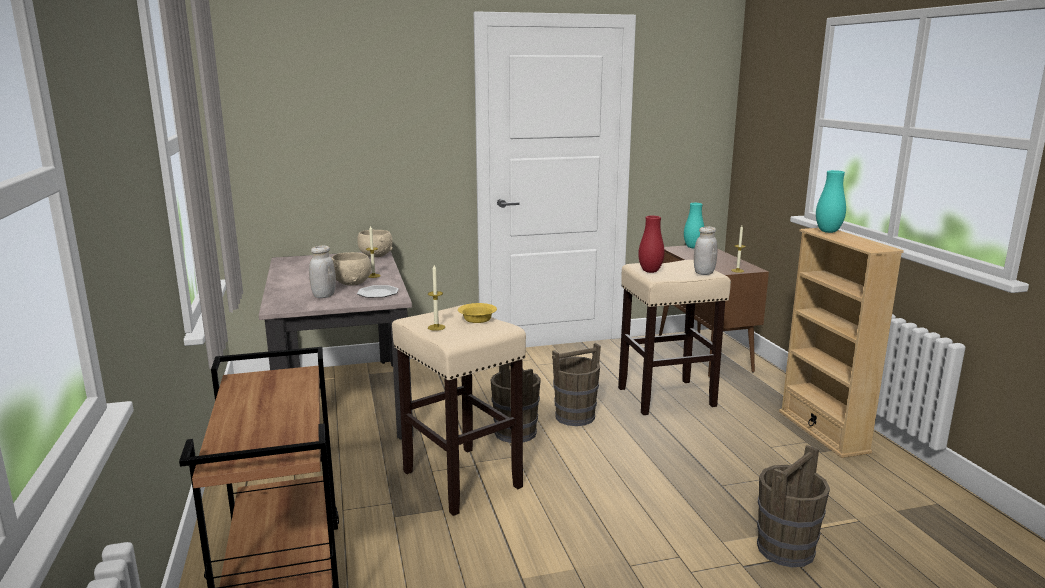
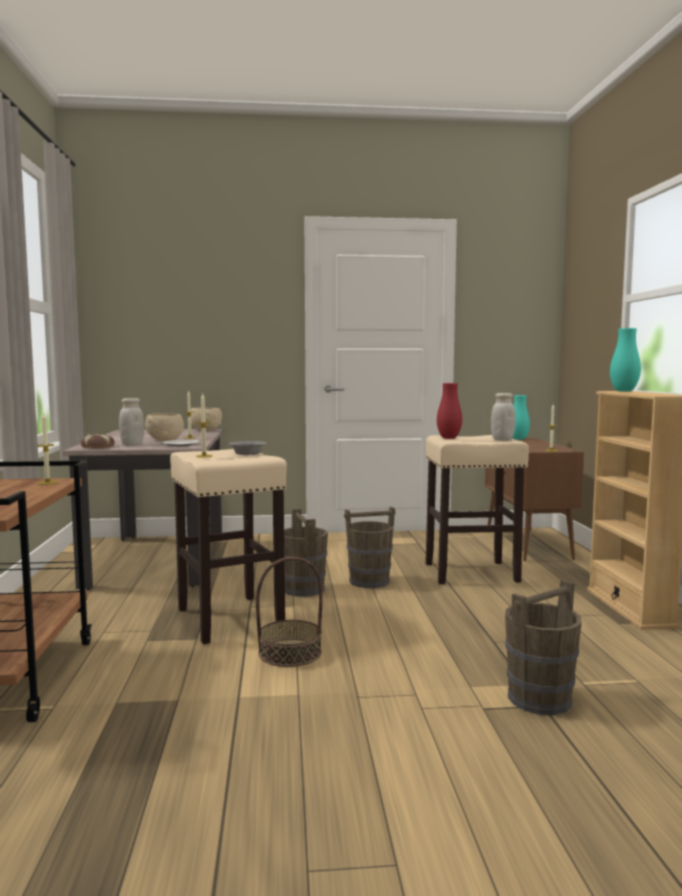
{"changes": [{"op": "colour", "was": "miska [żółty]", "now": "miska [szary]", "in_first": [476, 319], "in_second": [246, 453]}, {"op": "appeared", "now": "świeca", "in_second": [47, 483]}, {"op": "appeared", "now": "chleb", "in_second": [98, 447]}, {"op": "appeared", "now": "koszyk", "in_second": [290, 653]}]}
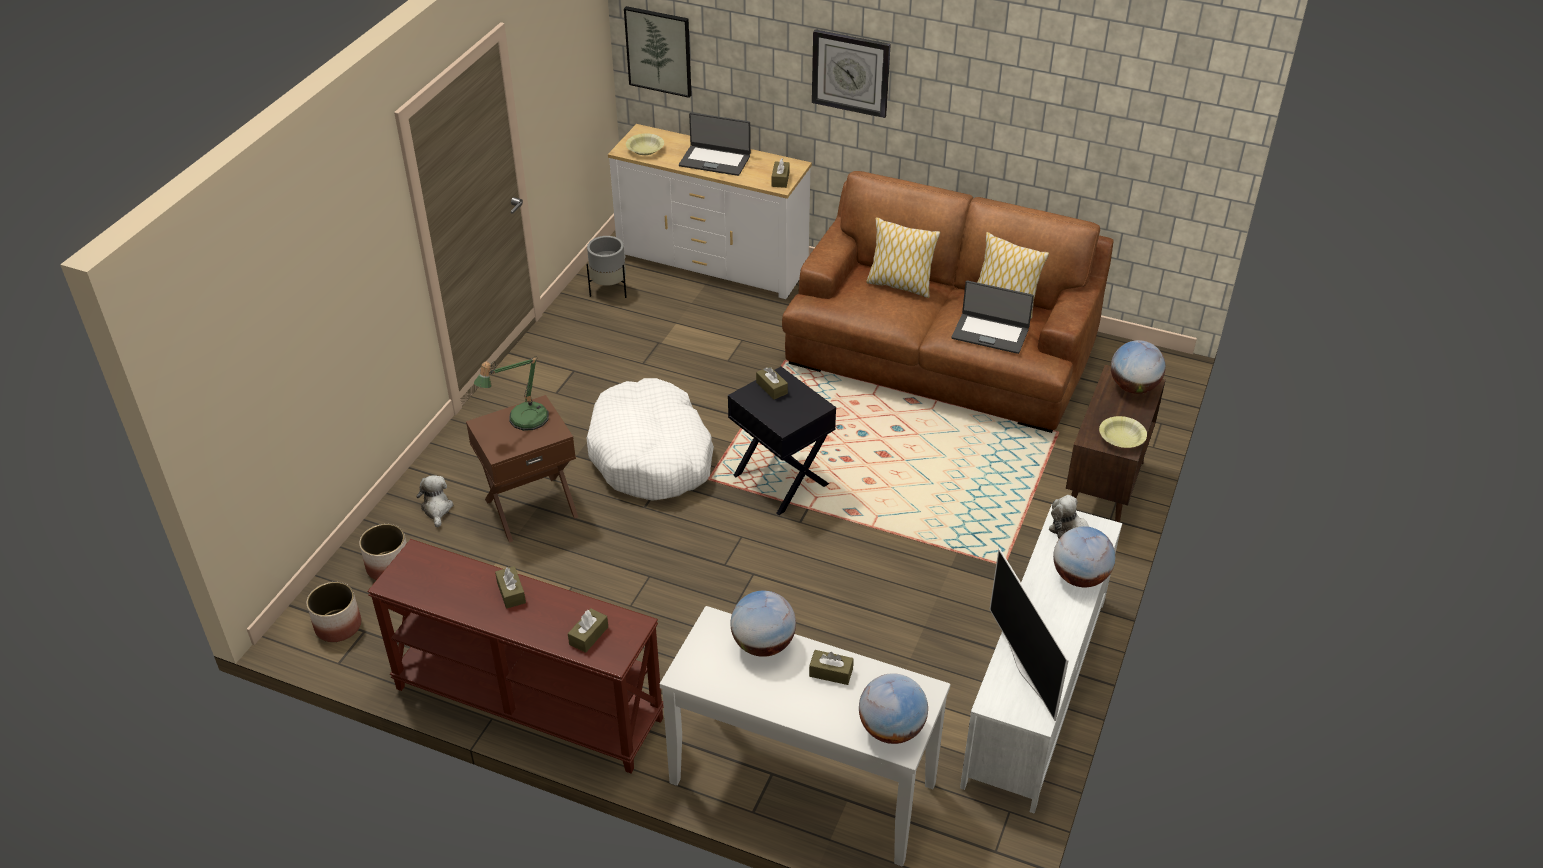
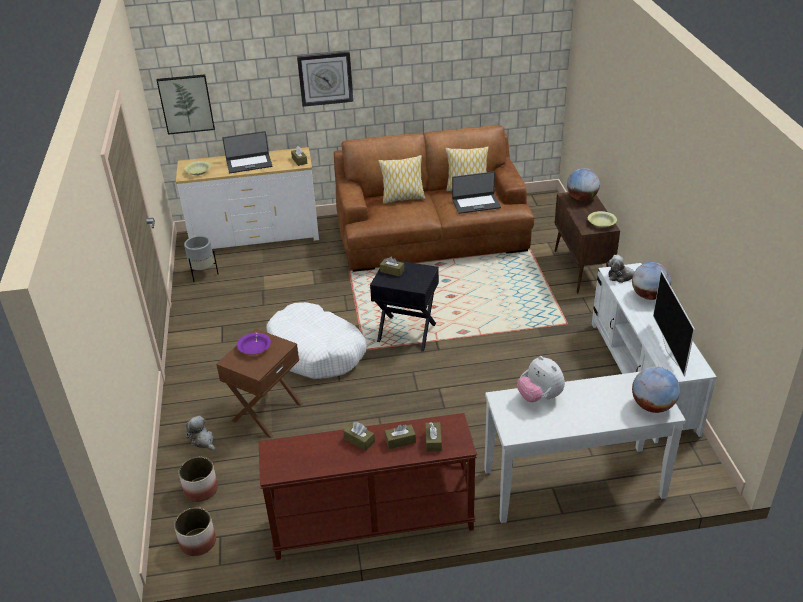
{"changes": [{"op": "exchanged", "was": "lampa stołowa", "now": "miska [fioletowy]", "in_first": [522, 420], "in_second": [254, 348]}, {"op": "spun", "was": "telewizor", "in_first": [1026, 669], "in_second": [671, 350], "clockwise": 45}, {"op": "exchanged", "was": "globus", "now": "pluszak", "in_first": [763, 644], "in_second": [539, 397]}, {"op": "relocated", "was": "pudełko chusteczek [brązowy]", "in_first": [831, 672], "in_second": [400, 441]}]}
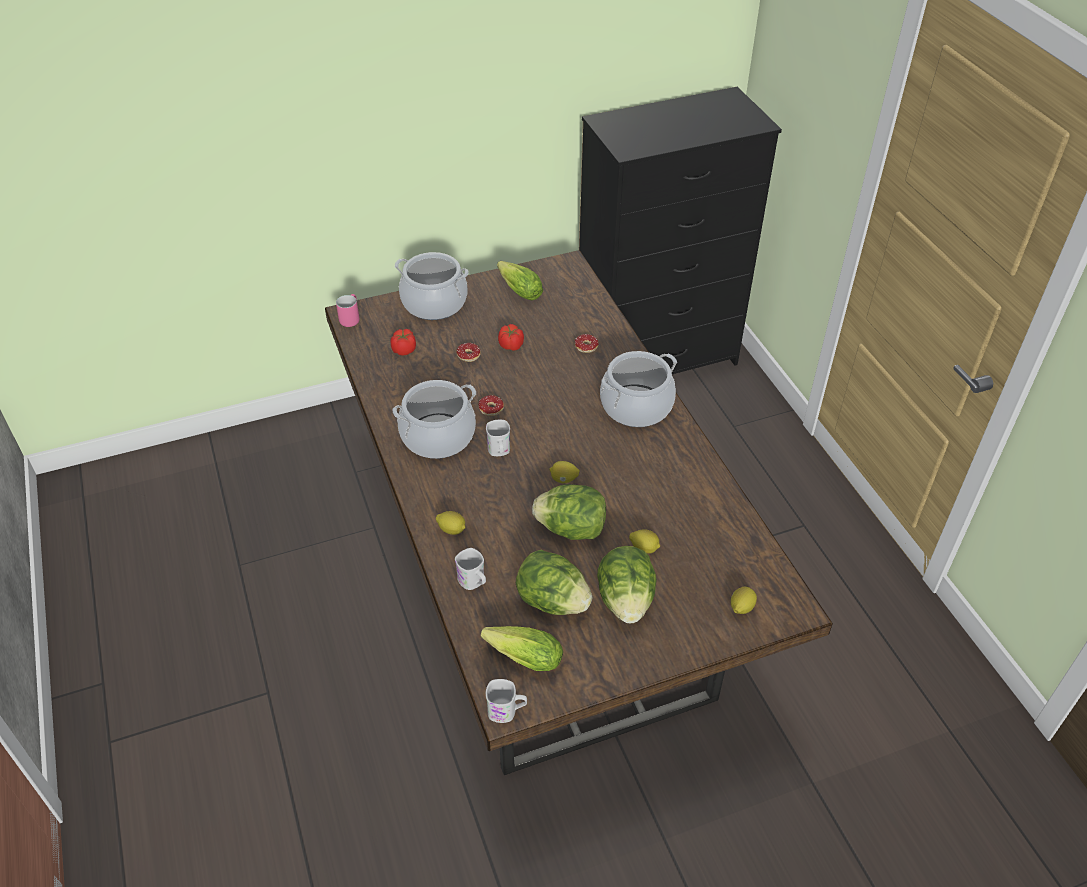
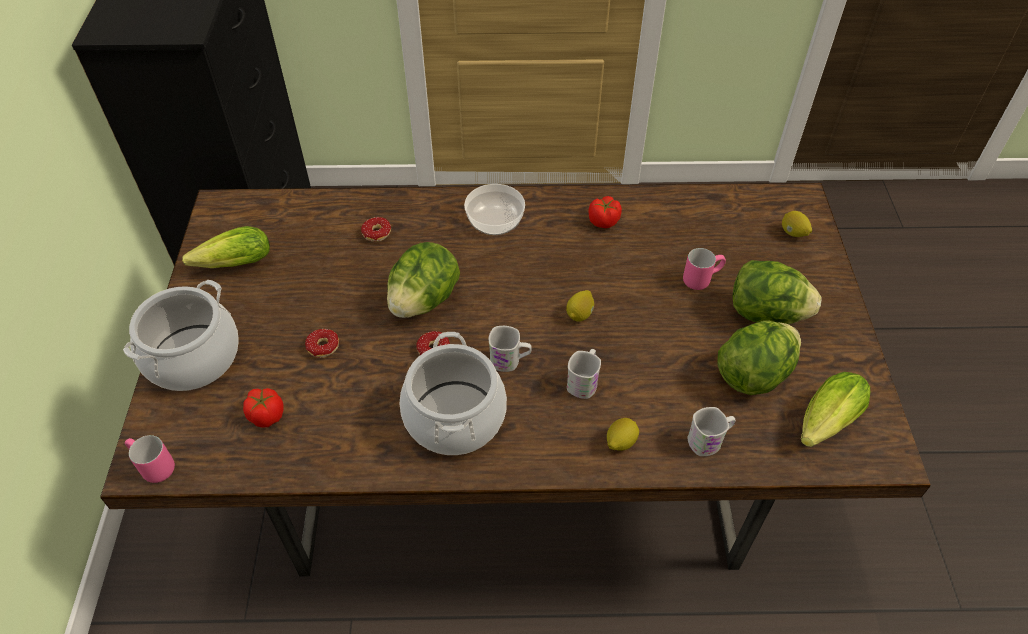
{"changes": [{"op": "relocated", "was": "pomidor", "in_first": [511, 345], "in_second": [604, 221]}, {"op": "exchanged", "was": "garnek", "now": "miska", "in_first": [636, 406], "in_second": [496, 221]}, {"op": "relocated", "was": "sałata", "in_first": [571, 529], "in_second": [424, 300]}, {"op": "exchanged", "was": "cytryna", "now": "kubek [różowy]", "in_first": [644, 548], "in_second": [700, 278]}, {"op": "relocated", "was": "kubek [biały]", "in_first": [507, 711], "in_second": [584, 382]}]}
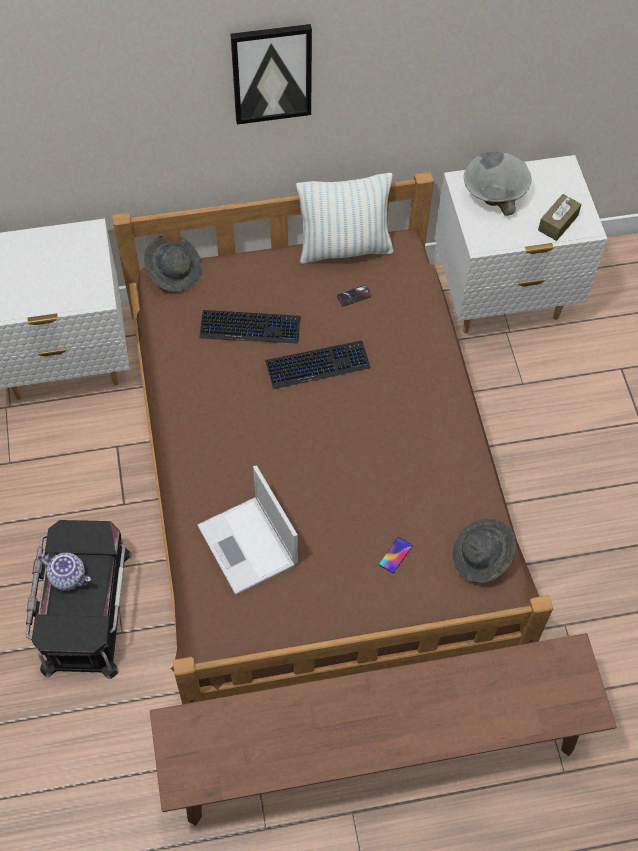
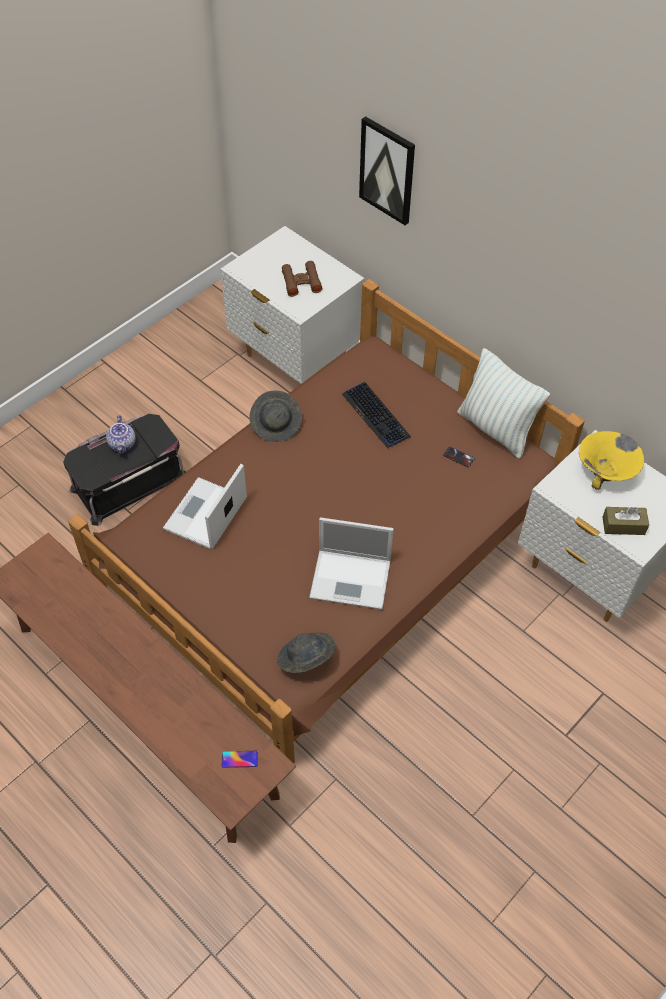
{"changes": [{"op": "relocated", "was": "obraz", "in_first": [271, 73], "in_second": [387, 170]}, {"op": "colour", "was": "miska [szary]", "now": "miska [żółty]", "in_first": [494, 196], "in_second": [606, 472]}, {"op": "relocated", "was": "kapelusz [szary]", "in_first": [174, 271], "in_second": [276, 424]}, {"op": "missing", "was": "klawiatura", "in_first": [317, 365]}, {"op": "relocated", "was": "telefon", "in_first": [395, 555], "in_second": [239, 759]}, {"op": "appeared", "now": "lornetka [brązowy]", "in_second": [301, 282]}, {"op": "appeared", "now": "laptop", "in_second": [352, 579]}]}
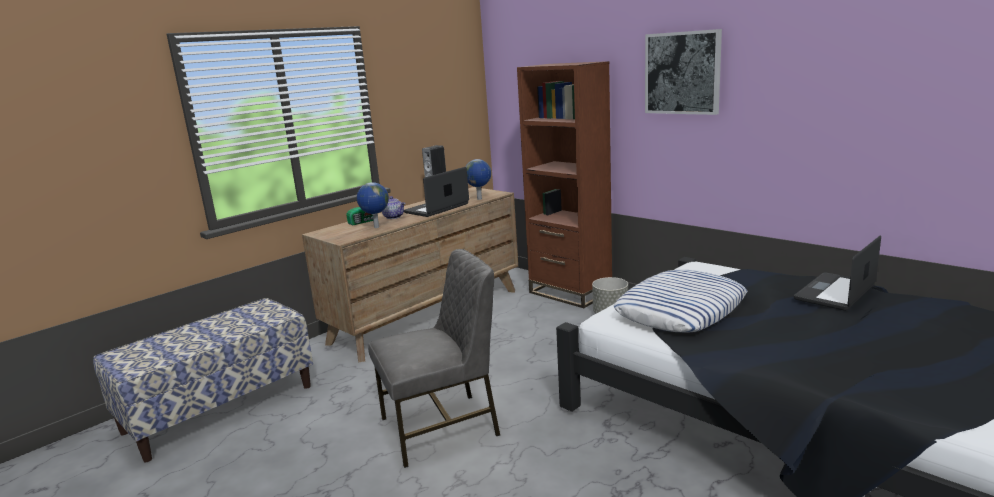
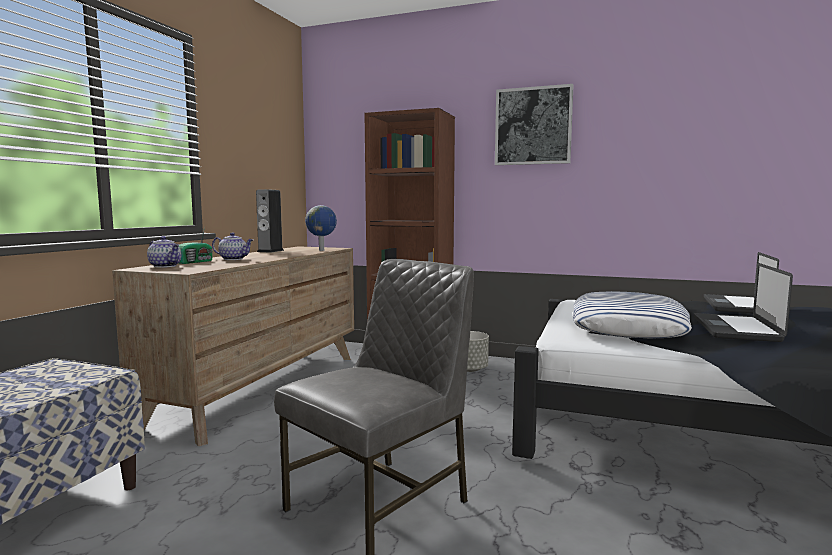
{"changes": [{"op": "relocated", "was": "laptop", "in_first": [437, 208], "in_second": [735, 329]}, {"op": "missing", "was": "globus", "in_first": [376, 227]}, {"op": "appeared", "now": "imbryk", "in_second": [166, 266]}]}
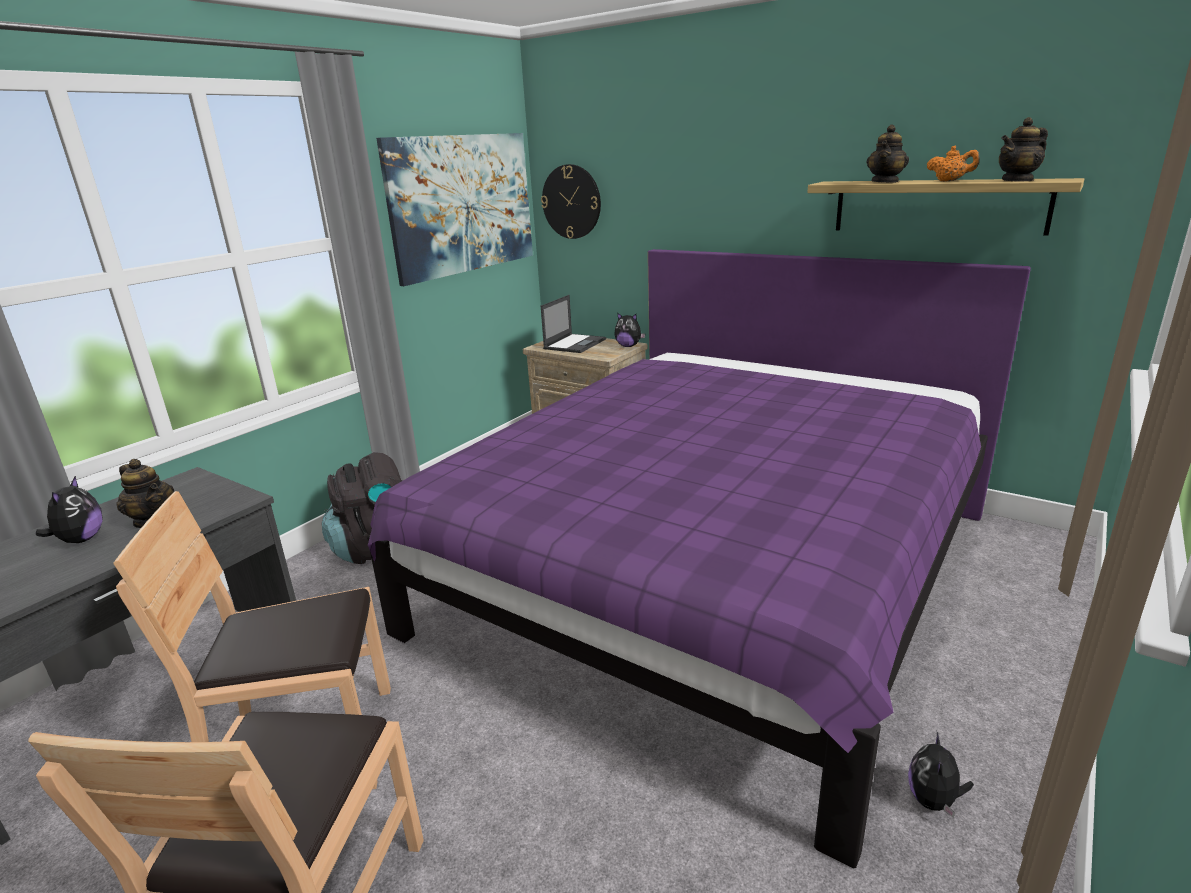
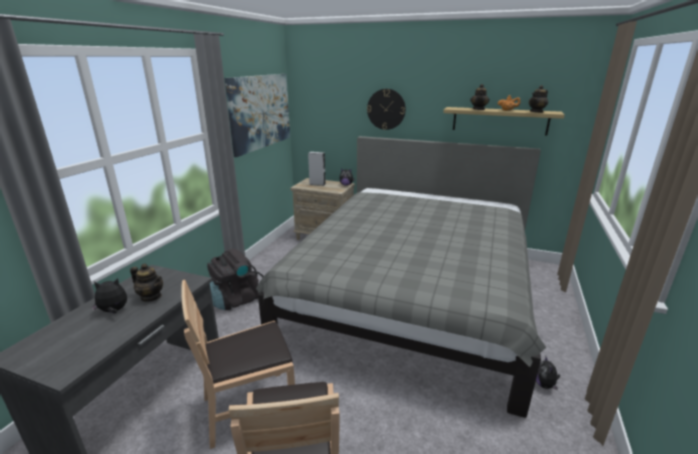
{"changes": [{"op": "relocated", "was": "zegar ścienny", "in_first": [571, 202], "in_second": [386, 109]}, {"op": "colour", "was": "łóżko [fioletowy]", "now": "łóżko [szary]", "in_first": [710, 570], "in_second": [411, 296]}, {"op": "exchanged", "was": "laptop", "now": "głośnik [szary]", "in_first": [575, 344], "in_second": [317, 184]}, {"op": "spun", "was": "pluszak", "in_first": [81, 540], "in_second": [114, 311], "clockwise": -90}]}
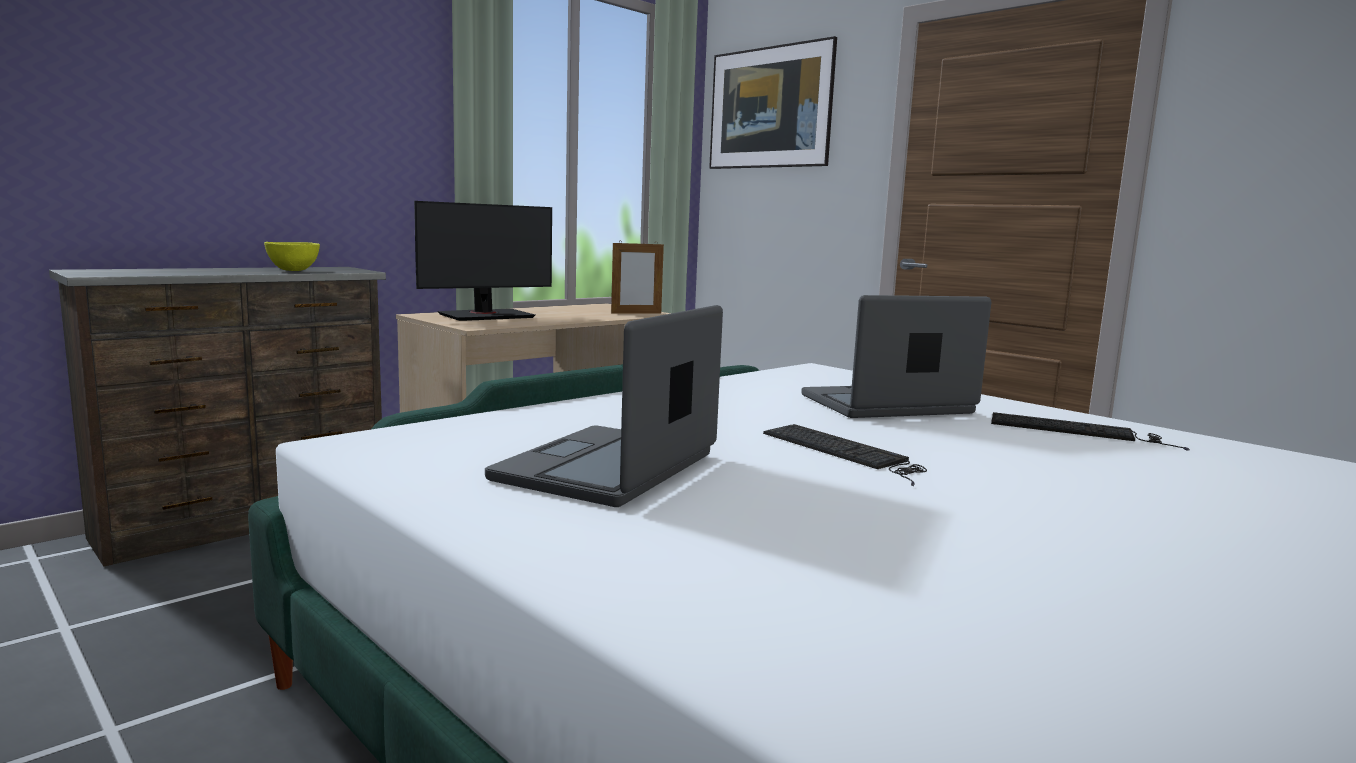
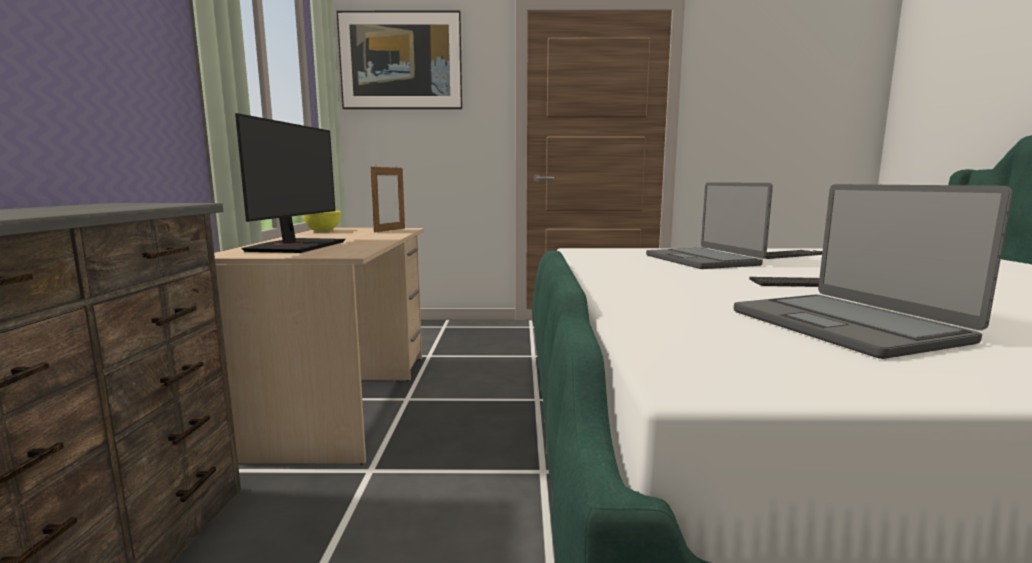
{"changes": [{"op": "relocated", "was": "miska [żółty]", "in_first": [294, 270], "in_second": [322, 231]}, {"op": "spun", "was": "laptop", "in_first": [887, 405], "in_second": [703, 260], "clockwise": -45}]}
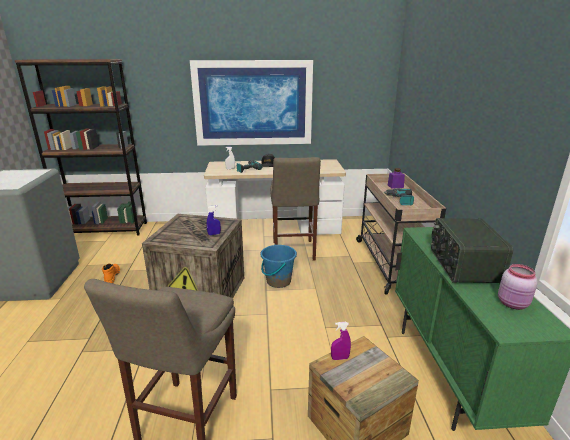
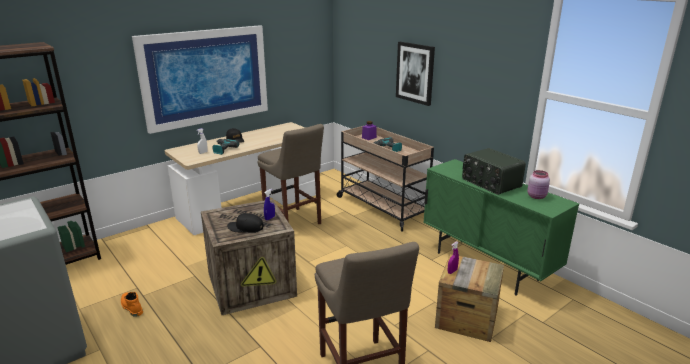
{"changes": [{"op": "missing", "was": "wiadro [niebieski]", "in_first": [278, 281]}, {"op": "appeared", "now": "obraz", "in_second": [415, 73]}, {"op": "appeared", "now": "czapka z daszkiem [czarny]", "in_second": [245, 228]}]}
